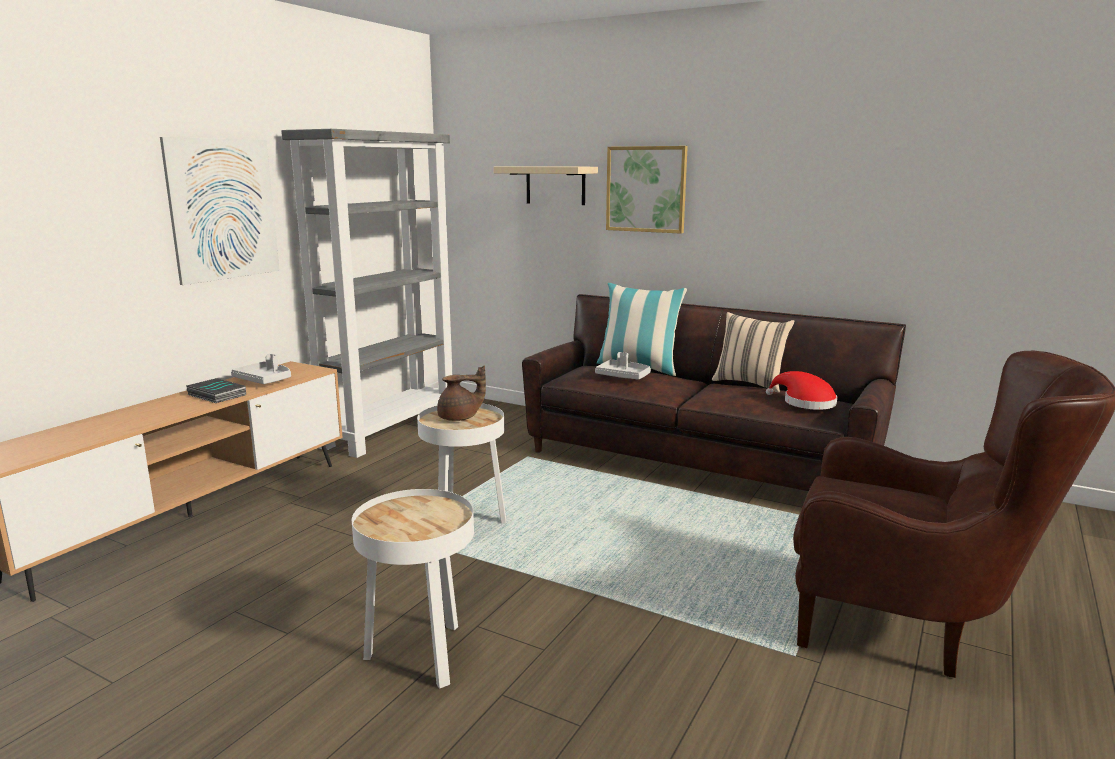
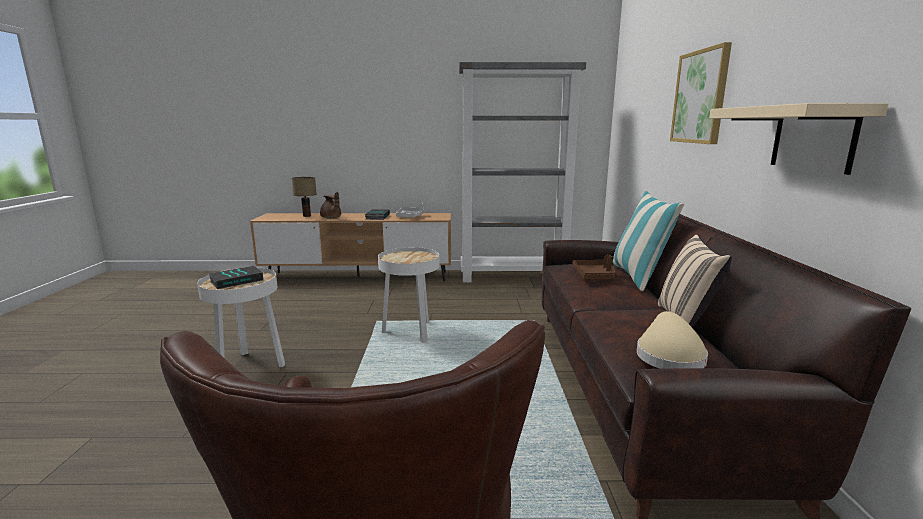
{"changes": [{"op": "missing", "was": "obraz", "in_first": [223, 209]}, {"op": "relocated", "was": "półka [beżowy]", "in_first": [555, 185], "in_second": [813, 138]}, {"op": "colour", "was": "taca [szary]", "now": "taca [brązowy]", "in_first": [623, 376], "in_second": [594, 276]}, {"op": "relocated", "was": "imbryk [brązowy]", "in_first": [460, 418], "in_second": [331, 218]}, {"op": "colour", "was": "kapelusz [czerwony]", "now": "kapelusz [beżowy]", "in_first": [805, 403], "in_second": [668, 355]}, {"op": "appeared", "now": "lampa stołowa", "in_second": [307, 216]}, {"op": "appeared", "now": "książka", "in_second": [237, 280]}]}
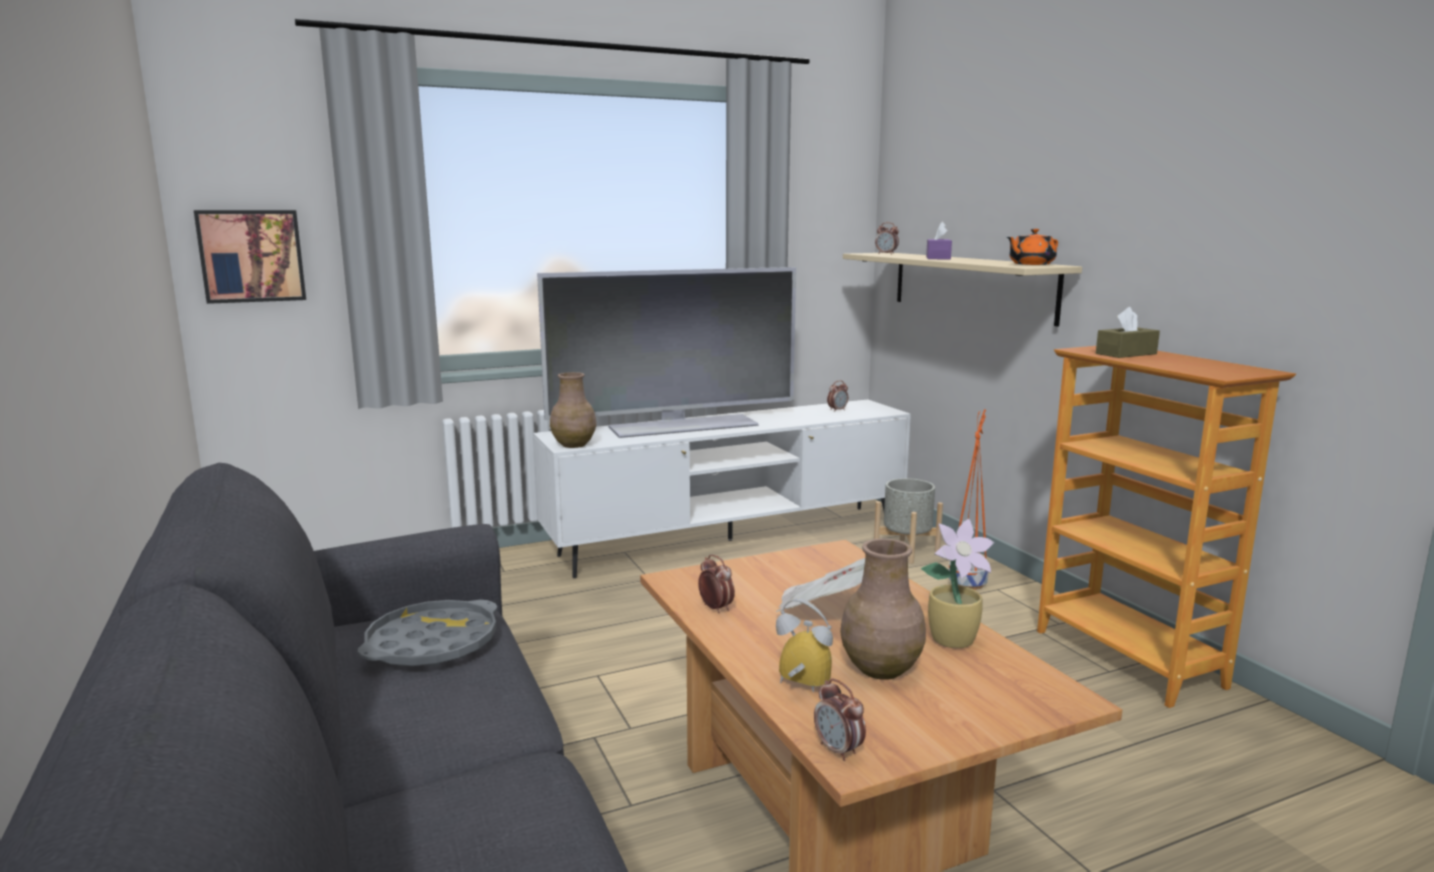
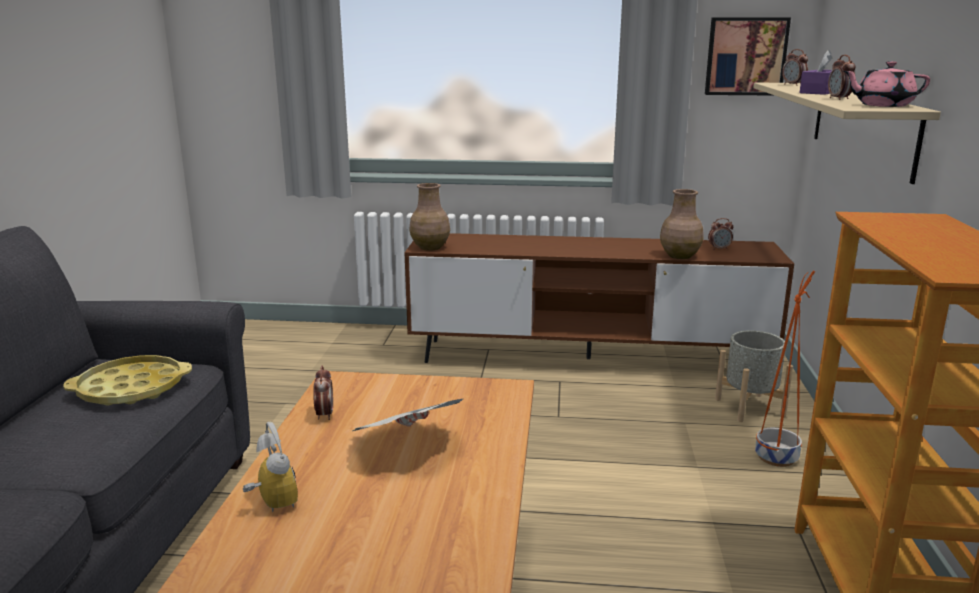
{"changes": [{"op": "relocated", "was": "obraz", "in_first": [252, 256], "in_second": [745, 56]}, {"op": "colour", "was": "imbryk [pomarańczowy]", "now": "imbryk [różowy]", "in_first": [1030, 264], "in_second": [882, 105]}, {"op": "missing", "was": "telewizor", "in_first": [682, 426]}, {"op": "missing", "was": "pudełko chusteczek [brązowy]", "in_first": [1126, 354]}, {"op": "colour", "was": "szafka pod telewizor [biały]", "now": "szafka pod telewizor [brązowy]", "in_first": [730, 540], "in_second": [588, 358]}, {"op": "missing", "was": "roślina doniczkowa", "in_first": [955, 640]}, {"op": "relocated", "was": "wazon [brązowy]", "in_first": [880, 669], "in_second": [679, 256]}, {"op": "colour", "was": "taca [szary]", "now": "taca [żółty]", "in_first": [432, 644], "in_second": [131, 389]}, {"op": "relocated", "was": "budzik", "in_first": [838, 750], "in_second": [839, 99]}]}
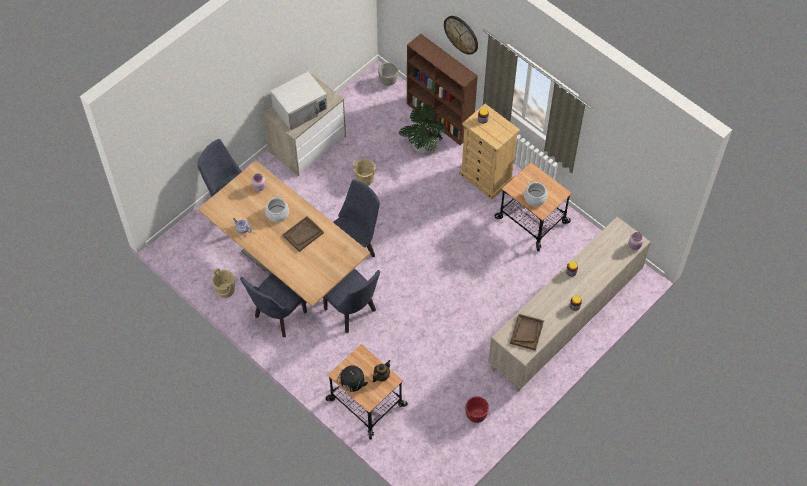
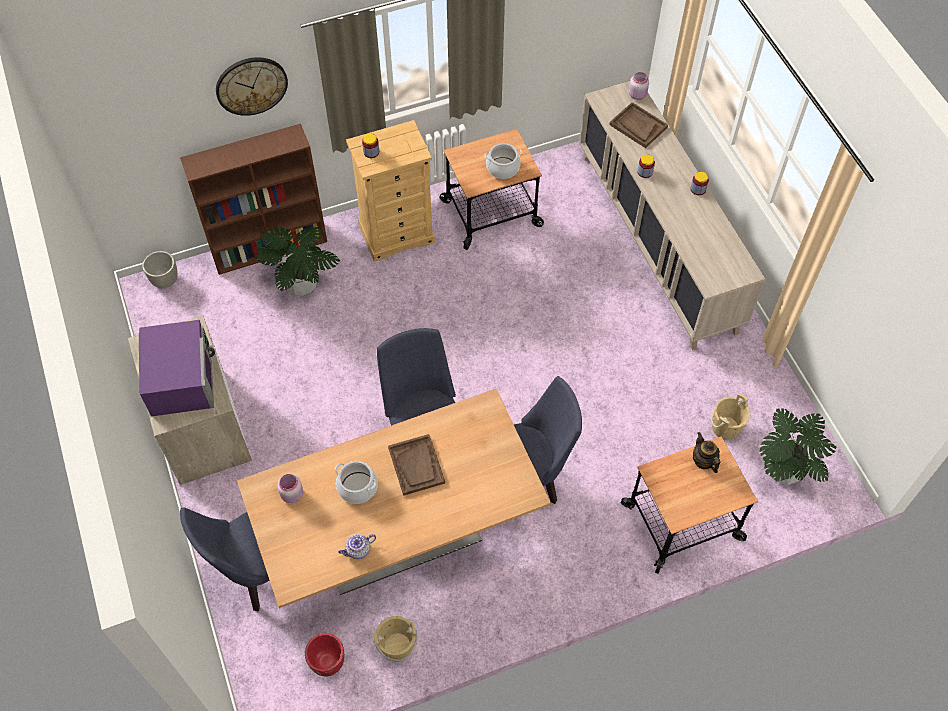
{"changes": [{"op": "colour", "was": "mikrofalówka [biały]", "now": "mikrofalówka [fioletowy]", "in_first": [300, 108], "in_second": [181, 378]}, {"op": "relocated", "was": "wiadro [beżowy]", "in_first": [364, 179], "in_second": [726, 427]}, {"op": "missing", "was": "krzesło [niebieski]", "in_first": [278, 317]}, {"op": "relocated", "was": "taca [brązowy]", "in_first": [526, 332], "in_second": [638, 126]}, {"op": "missing", "was": "czajnik [czarny]", "in_first": [352, 384]}, {"op": "relocated", "was": "donica [czerwony]", "in_first": [476, 415], "in_second": [328, 662]}, {"op": "appeared", "now": "roślina doniczkowa", "in_second": [784, 469]}]}
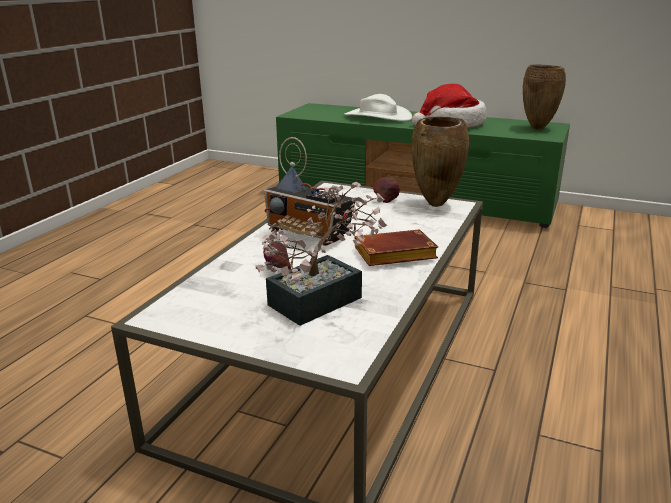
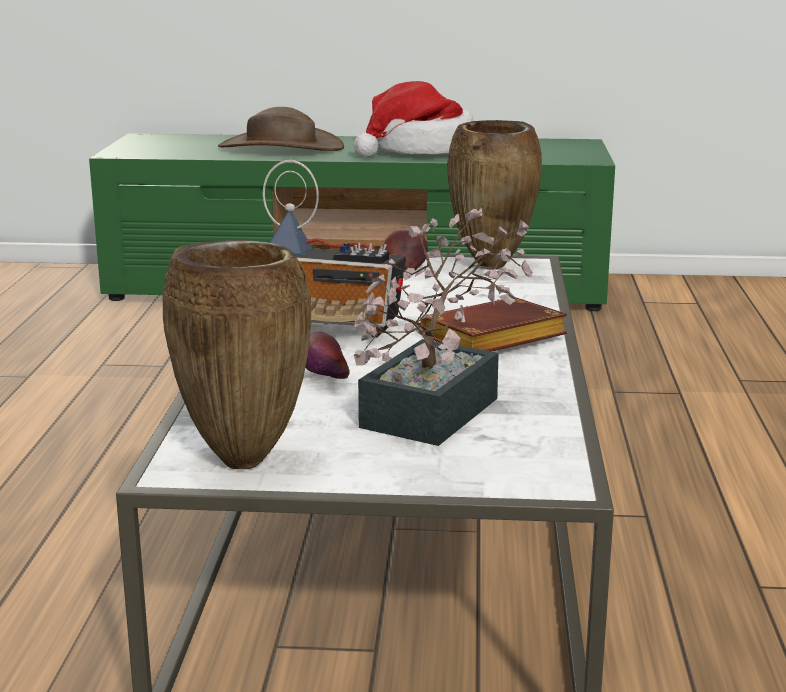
{"changes": [{"op": "relocated", "was": "wazon [brązowy]", "in_first": [538, 128], "in_second": [246, 461]}, {"op": "colour", "was": "kapelusz [biały]", "now": "kapelusz [brązowy]", "in_first": [377, 117], "in_second": [280, 147]}]}
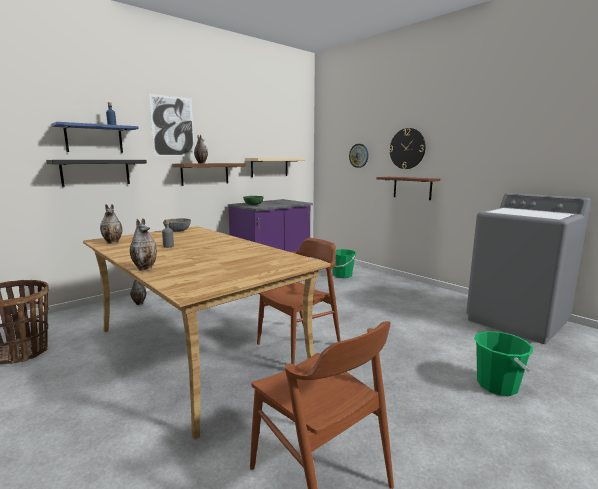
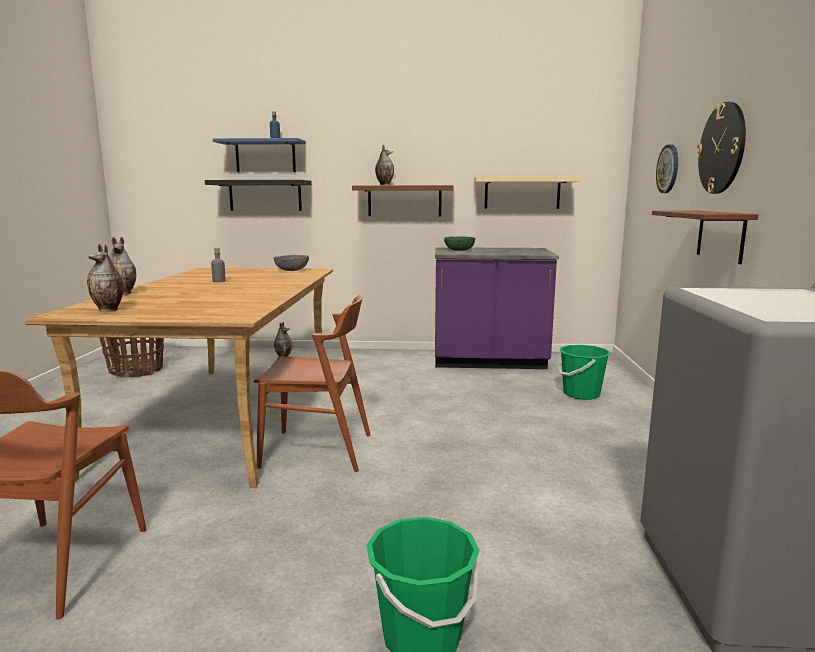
{"changes": [{"op": "missing", "was": "obraz", "in_first": [173, 126]}, {"op": "relocated", "was": "wazon", "in_first": [113, 242], "in_second": [109, 310]}]}
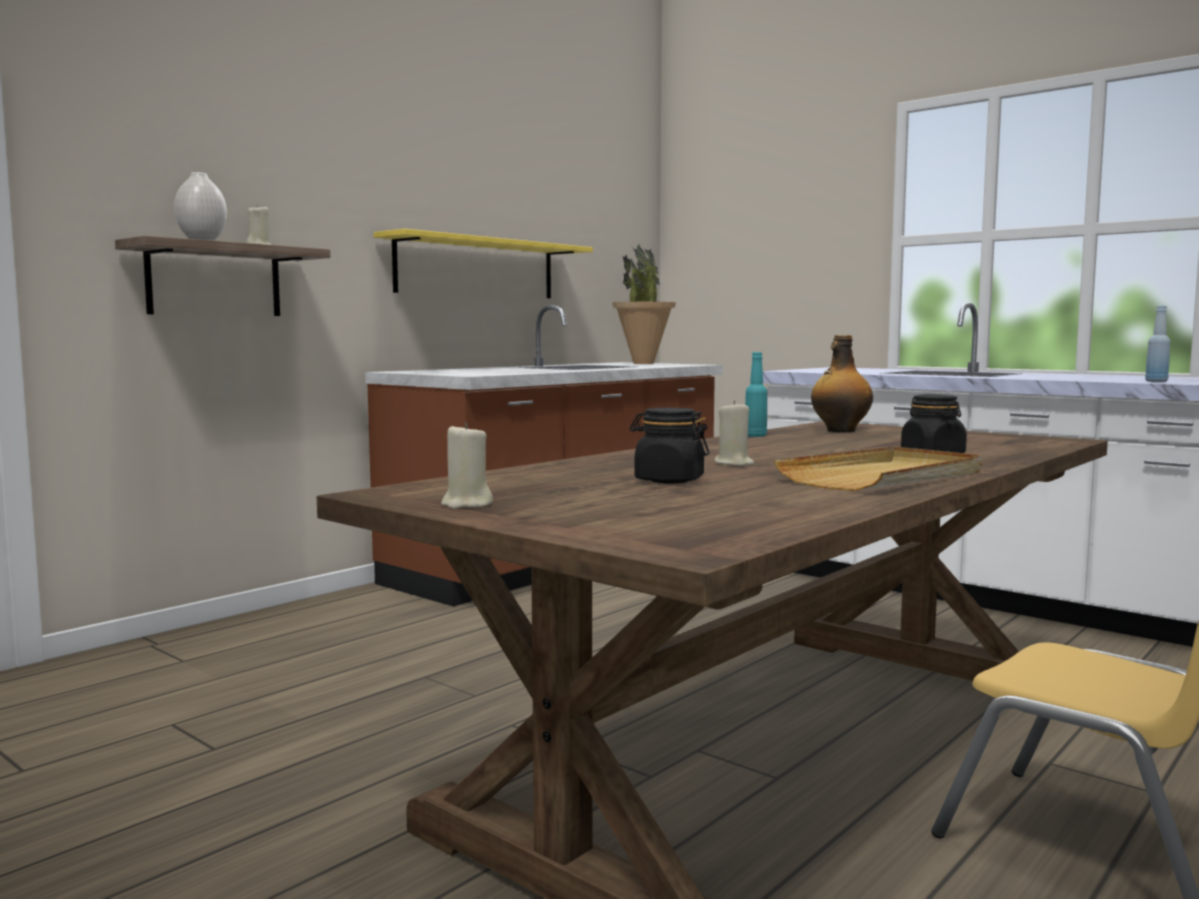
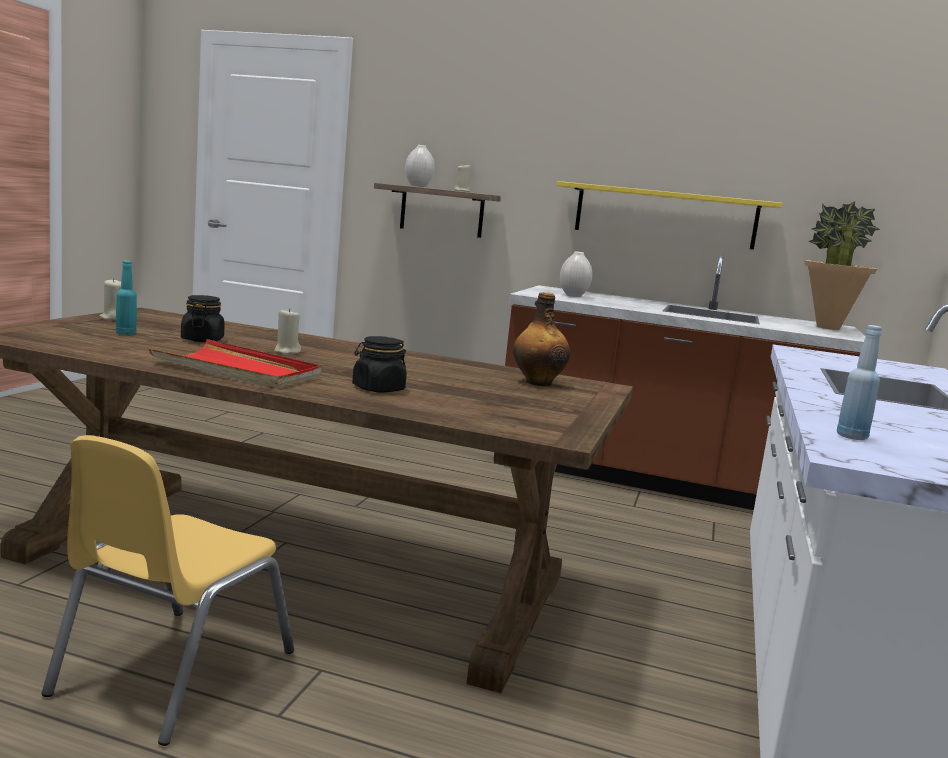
{"changes": [{"op": "relocated", "was": "butelka [turkusowy]", "in_first": [755, 436], "in_second": [126, 333]}, {"op": "colour", "was": "taca [beżowy]", "now": "taca [czerwony]", "in_first": [885, 476], "in_second": [237, 370]}, {"op": "appeared", "now": "wazon [biały]", "in_second": [573, 296]}]}
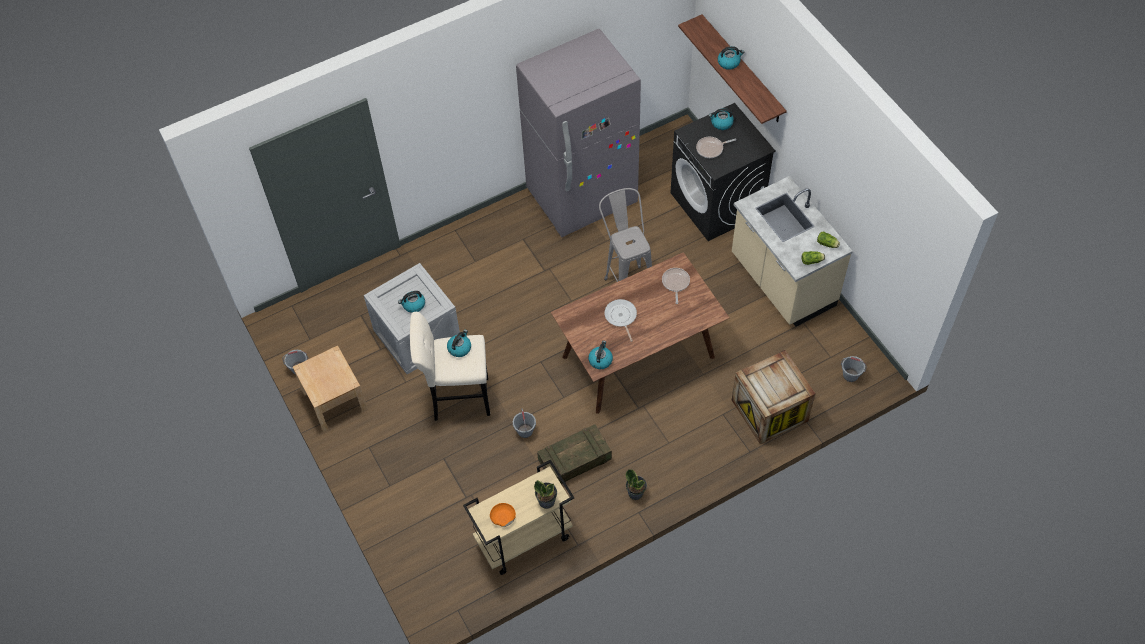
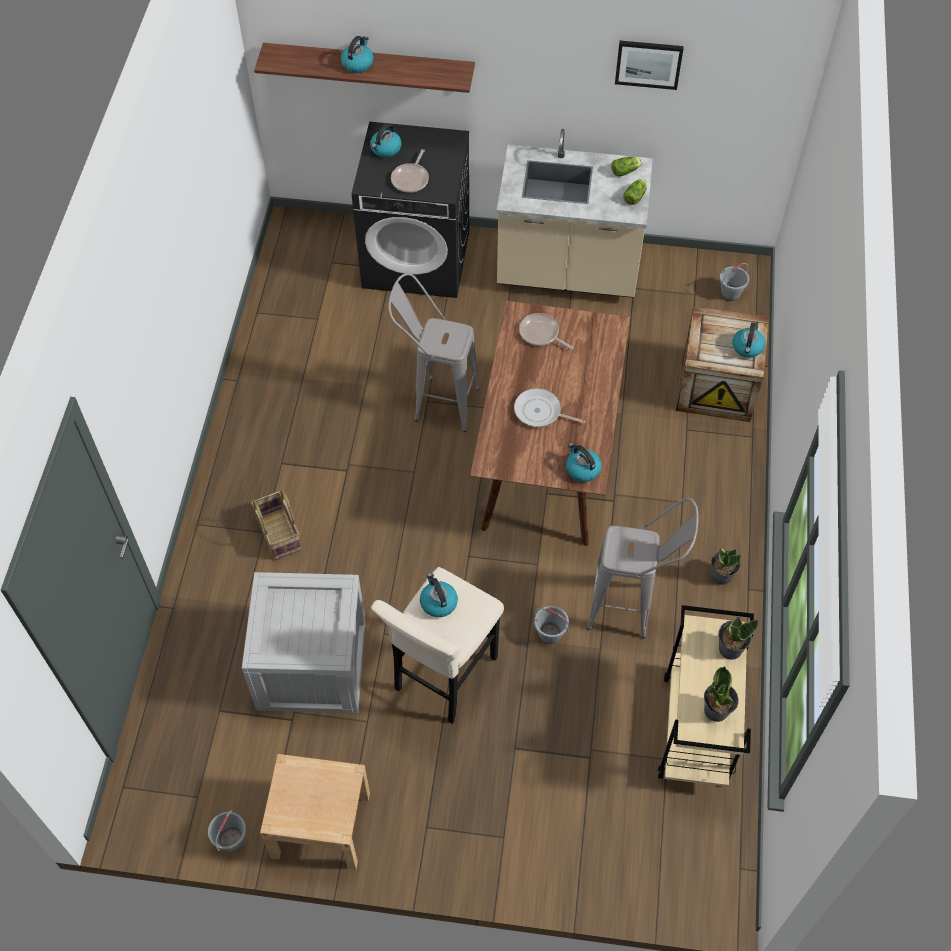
{"changes": [{"op": "missing", "was": "lodówka [szary]", "in_first": [582, 197]}, {"op": "relocated", "was": "czajnik", "in_first": [413, 305], "in_second": [747, 348]}, {"op": "exchanged", "was": "skrzynka", "now": "stołek [szary]", "in_first": [574, 461], "in_second": [632, 608]}, {"op": "exchanged", "was": "miska [pomarańczowy]", "now": "roślina doniczkowa", "in_first": [502, 516], "in_second": [716, 710]}, {"op": "appeared", "now": "obraz", "in_second": [648, 64]}, {"op": "appeared", "now": "koszyk", "in_second": [280, 534]}]}
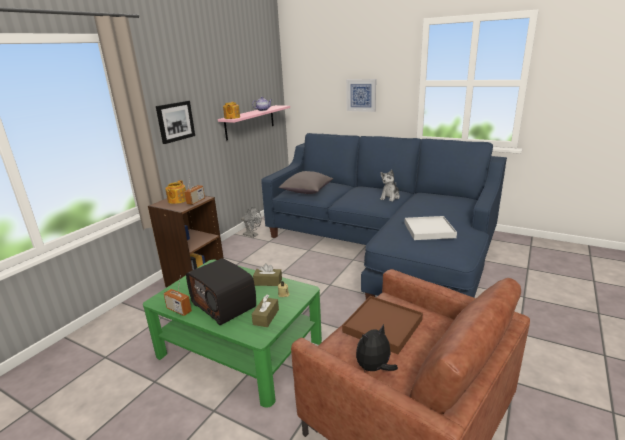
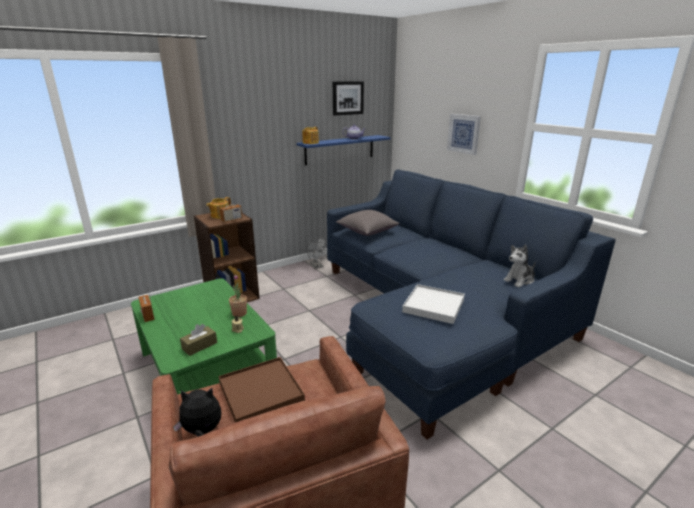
{"changes": [{"op": "relocated", "was": "obraz", "in_first": [175, 121], "in_second": [347, 98]}, {"op": "colour", "was": "półka [różowy]", "now": "półka [niebieski]", "in_first": [250, 122], "in_second": [340, 149]}, {"op": "relocated", "was": "pluszak", "in_first": [390, 197], "in_second": [519, 281]}, {"op": "missing", "was": "radio", "in_first": [225, 305]}, {"op": "exchanged", "was": "pudełko chusteczek [brązowy]", "now": "roślina doniczkowa", "in_first": [268, 282], "in_second": [239, 313]}]}
